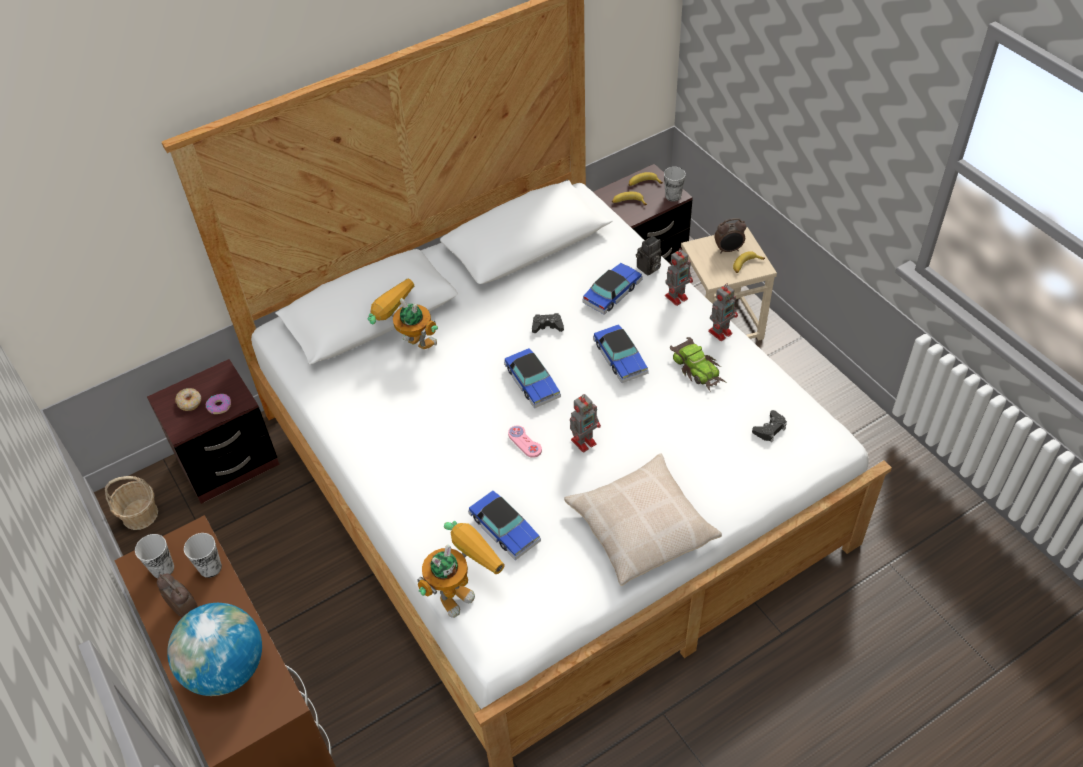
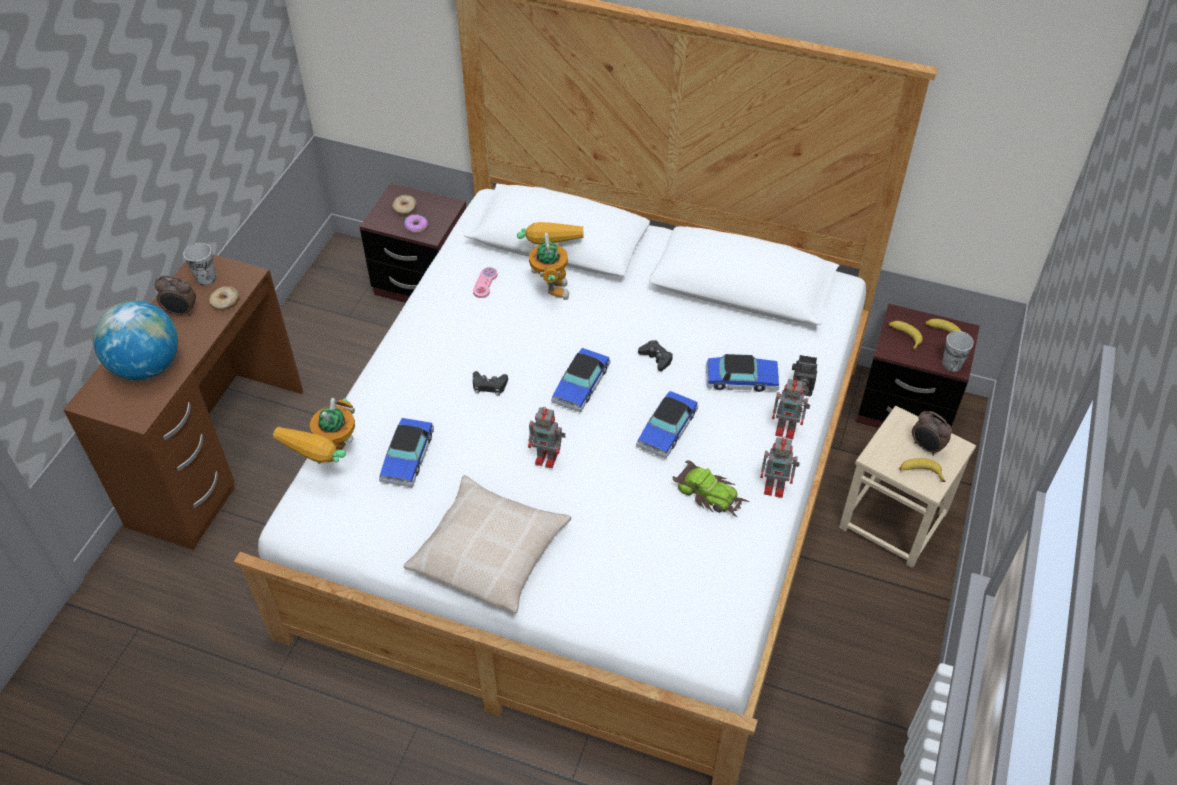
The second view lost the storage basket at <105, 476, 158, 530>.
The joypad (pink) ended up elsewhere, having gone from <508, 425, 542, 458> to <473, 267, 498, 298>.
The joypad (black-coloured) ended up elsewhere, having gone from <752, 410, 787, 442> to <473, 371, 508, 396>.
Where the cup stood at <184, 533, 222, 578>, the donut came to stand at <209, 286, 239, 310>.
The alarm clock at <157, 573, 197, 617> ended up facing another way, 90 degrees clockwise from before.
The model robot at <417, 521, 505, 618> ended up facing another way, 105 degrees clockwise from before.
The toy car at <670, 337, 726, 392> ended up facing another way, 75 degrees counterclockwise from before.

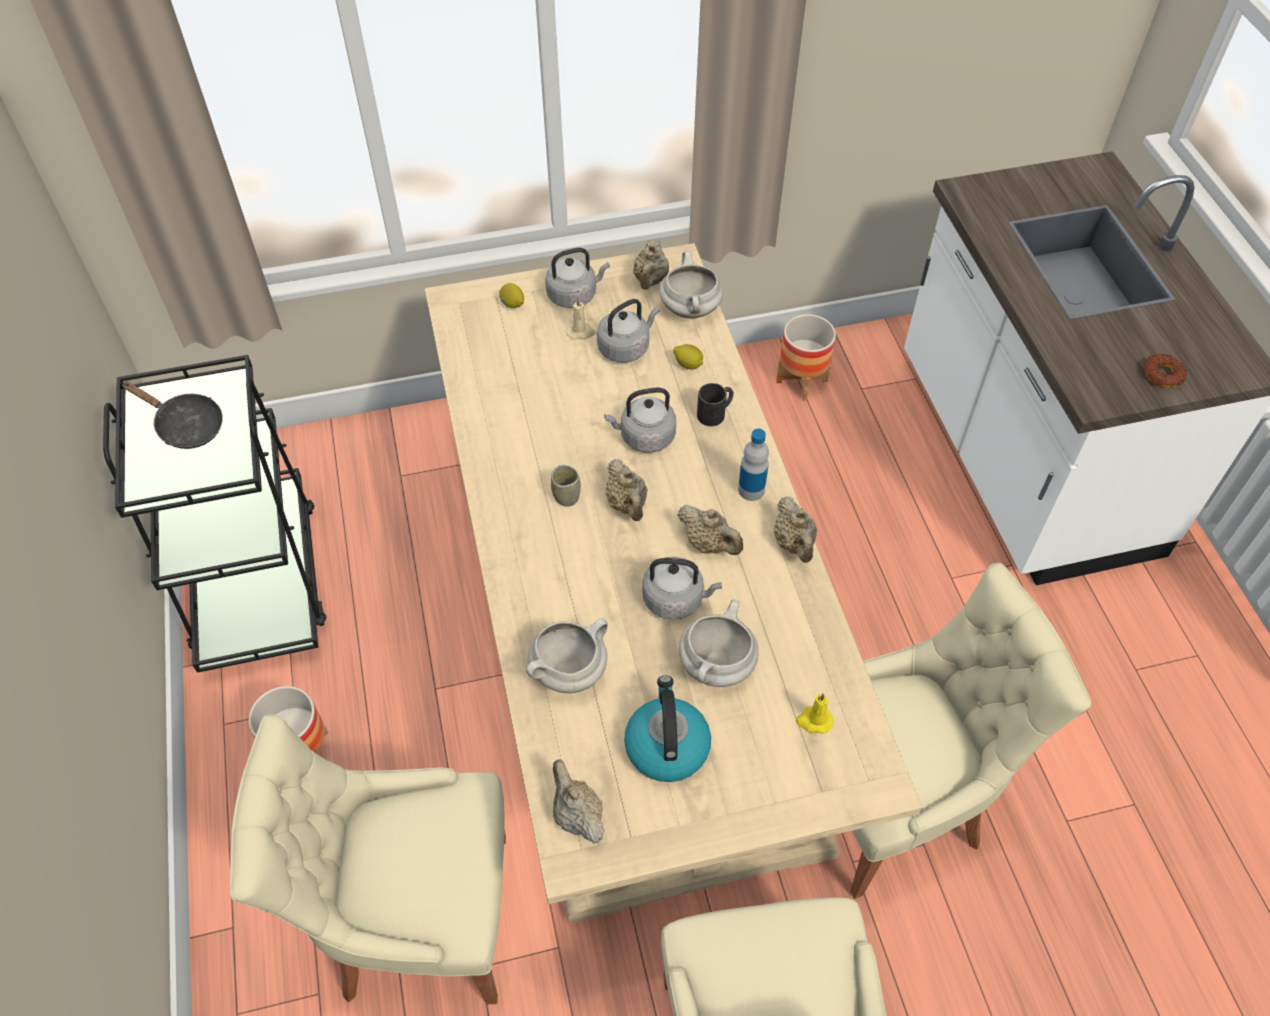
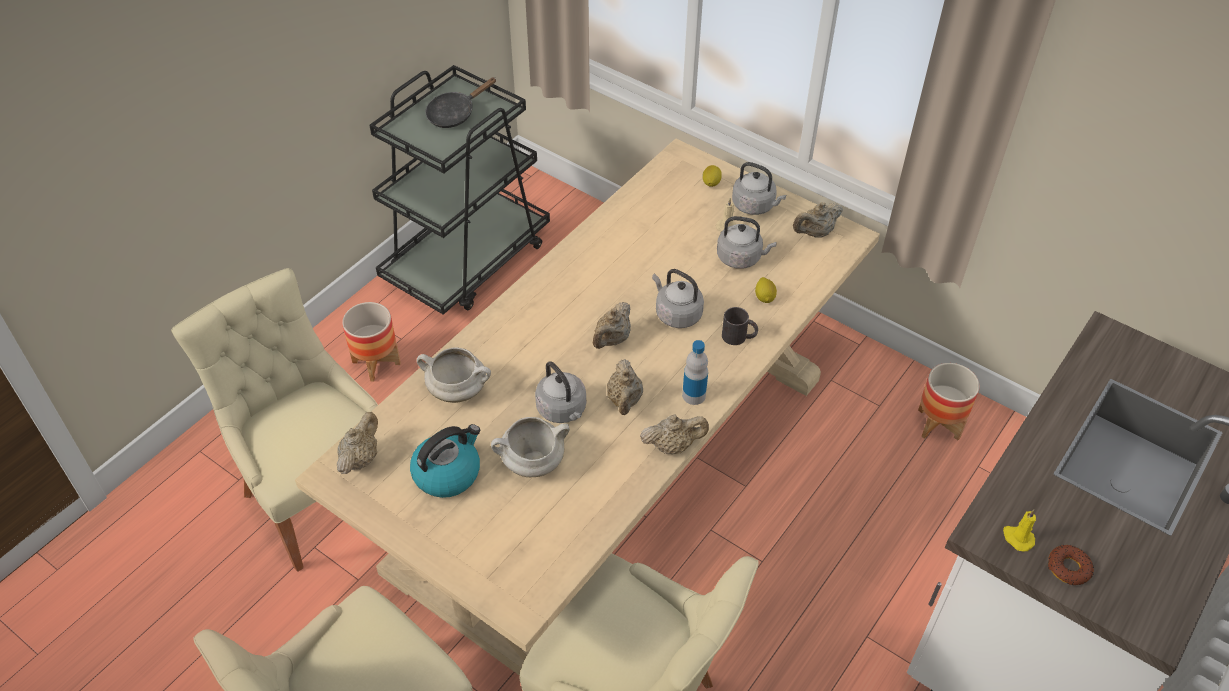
The second view lost the cup at <551, 465, 581, 507>.
The second view lost the saucepot (whitish) at <659, 251, 723, 319>.
The wax light (yellow) ended up elsewhere, having gone from <796, 693, 833, 734> to <1003, 509, 1036, 552>.
The skillet (black-coloured) at <121, 381, 223, 449> ended up facing another way, 60 degrees clockwise from before.
The tea pot (sand-coloured) at <774, 497, 817, 563> ended up facing another way, 135 degrees counterclockwise from before.

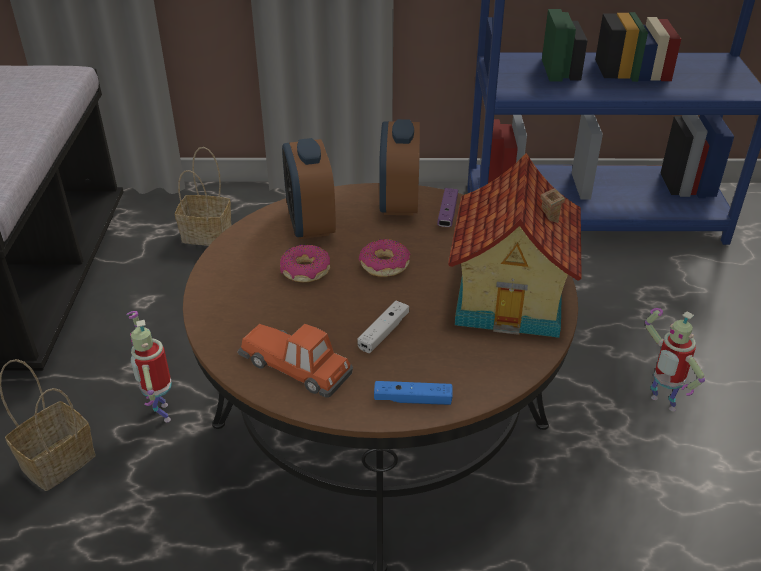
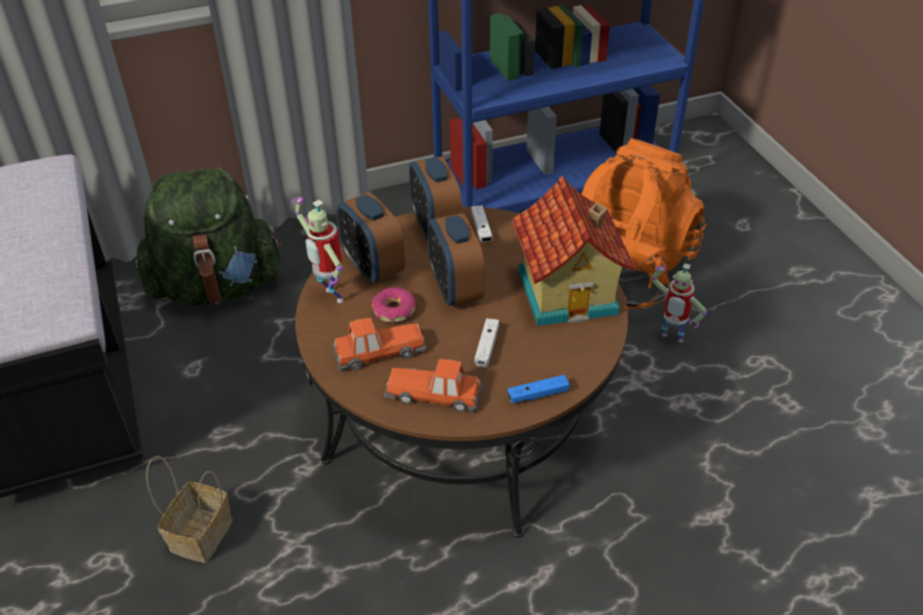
The second view gained the toy car at <332, 318, 427, 371>.
The second view gained the rucksack (orange) at <582, 138, 706, 311>.
The model robot ended up elsewhere, having gone from <126, 311, 172, 422> to <292, 197, 344, 303>.
Where the storage basket stood at <175, 147, 232, 246>, the rucksack (green-coloured) came to stand at <136, 167, 282, 306>.
Where the donut stood at <359, 239, 411, 277>, the alarm clock came to stand at <428, 213, 484, 306>.
What was the joypad (purple-coloured) at <437, 188, 458, 227> turned into the joypad (whitish) at <471, 205, 493, 242>.

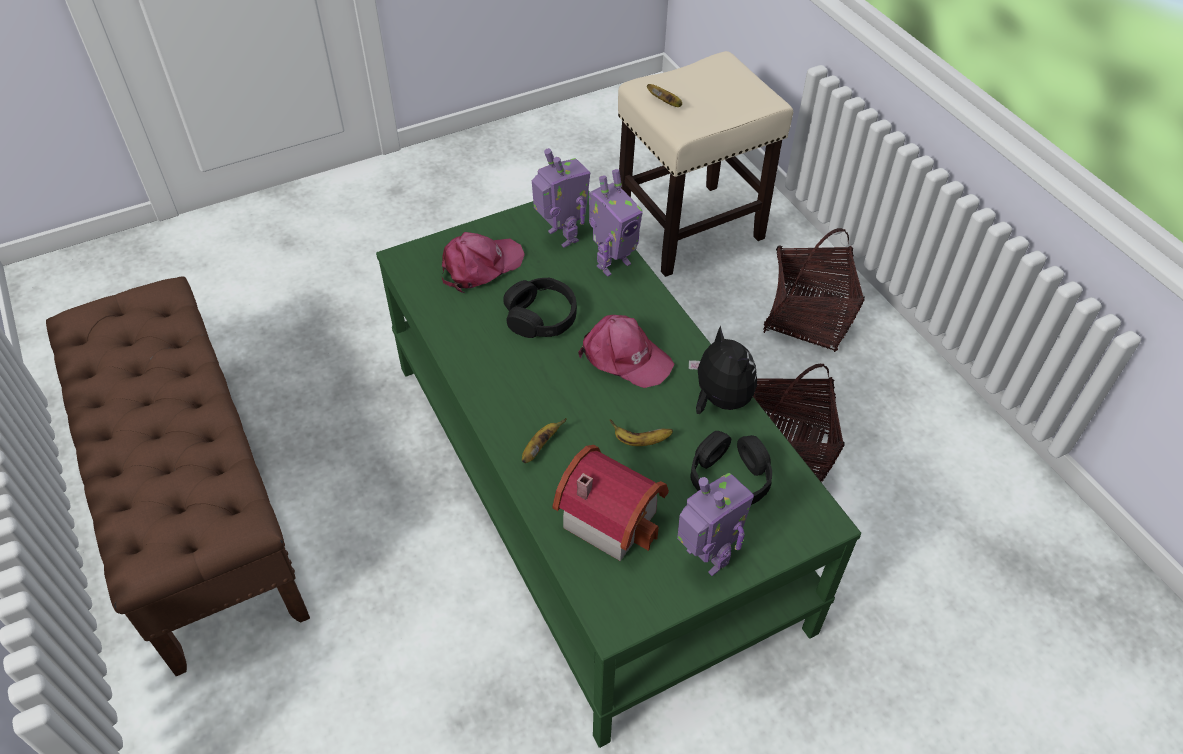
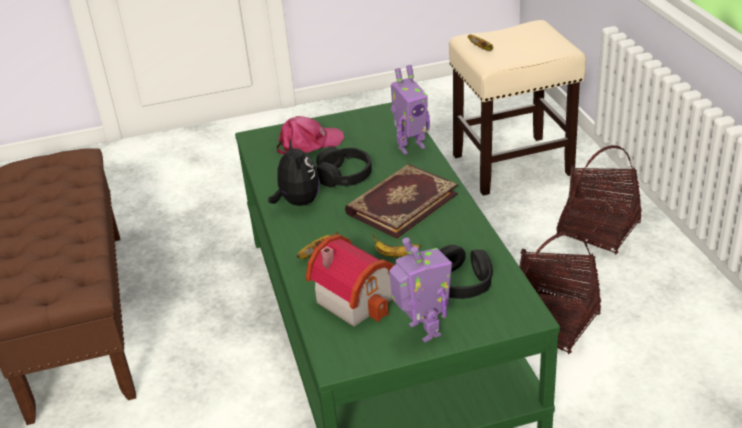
The second view lost the model robot at <532, 148, 590, 248>.
The plush toy ended up elsewhere, having gone from <689, 325, 757, 414> to <268, 139, 320, 206>.
Where the peaked cap (pink) stood at <578, 315, 674, 388>, the book came to stand at <345, 164, 458, 239>.

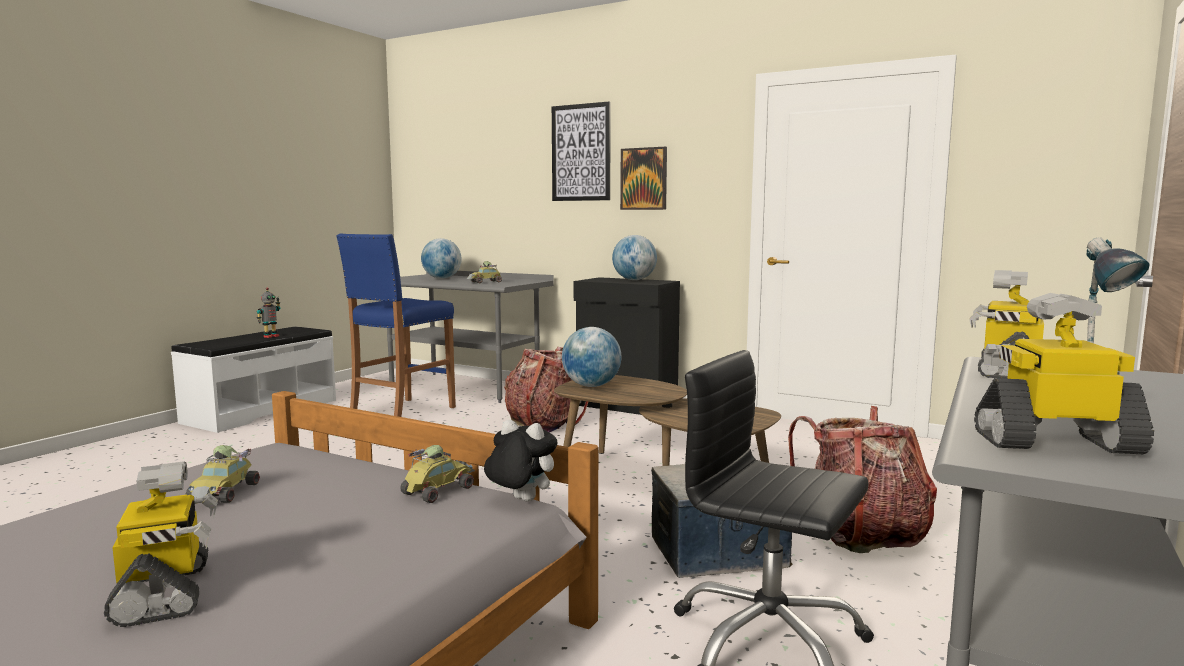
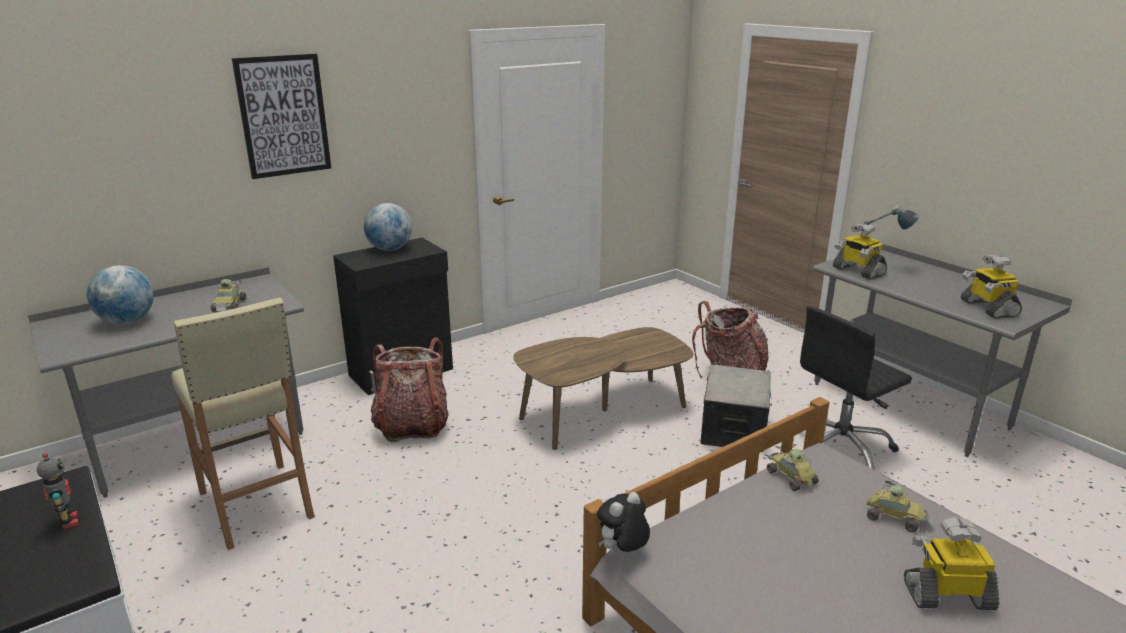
The second view lost the globe at <562, 327, 621, 387>.
The second view lost the wall art at <620, 147, 667, 210>.
The toy car ended up elsewhere, having gone from <186, 445, 260, 503> to <866, 480, 934, 532>.
The plush toy ended up elsewhere, having gone from <484, 420, 557, 502> to <597, 492, 650, 553>.
What was the sitting stool (blue) at <336, 234, 456, 417> turned into the sitting stool (sand-coloured) at <171, 297, 314, 550>.
The model robot at <974, 293, 1154, 454> ended up facing another way, 45 degrees counterclockwise from before.

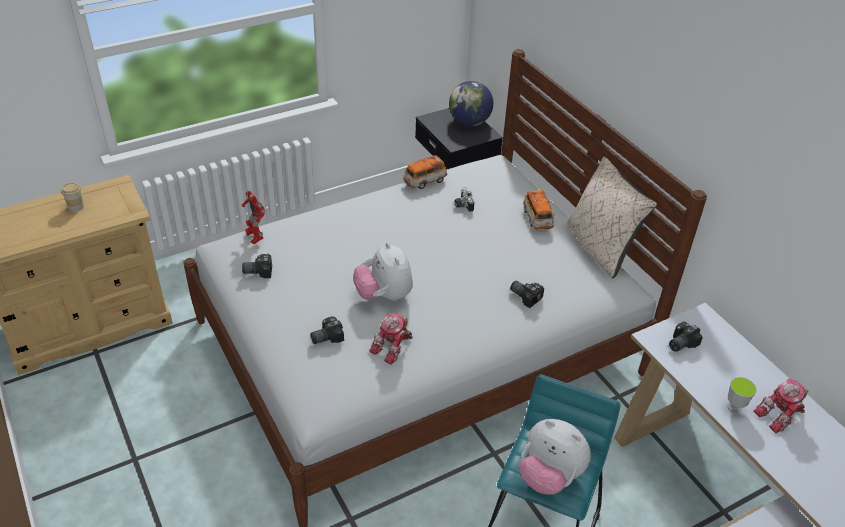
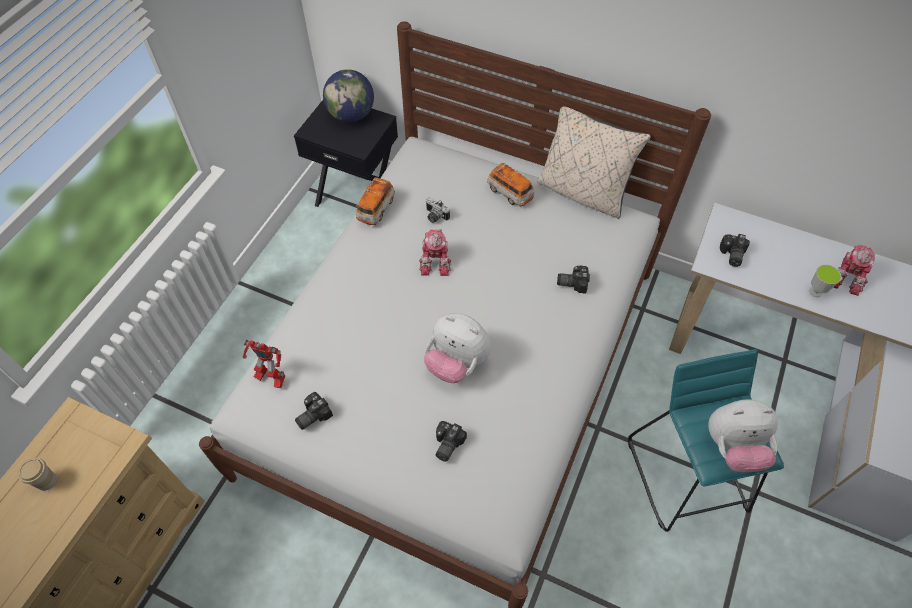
The model robot ended up elsewhere, having gone from <369, 313, 413, 365> to <419, 229, 451, 276>.

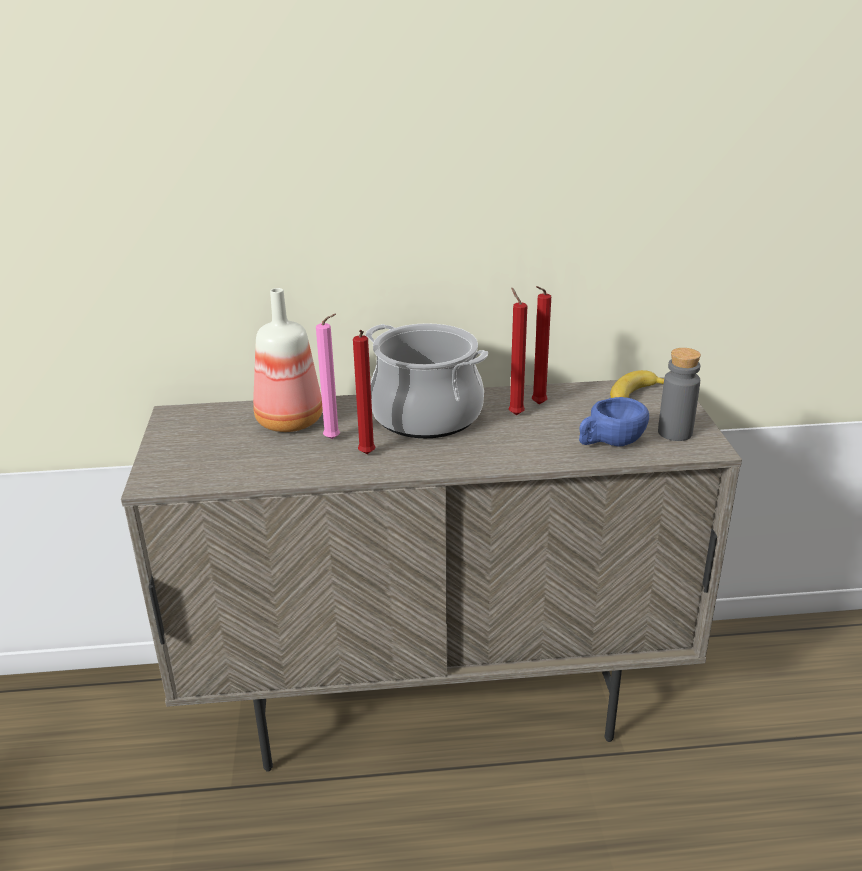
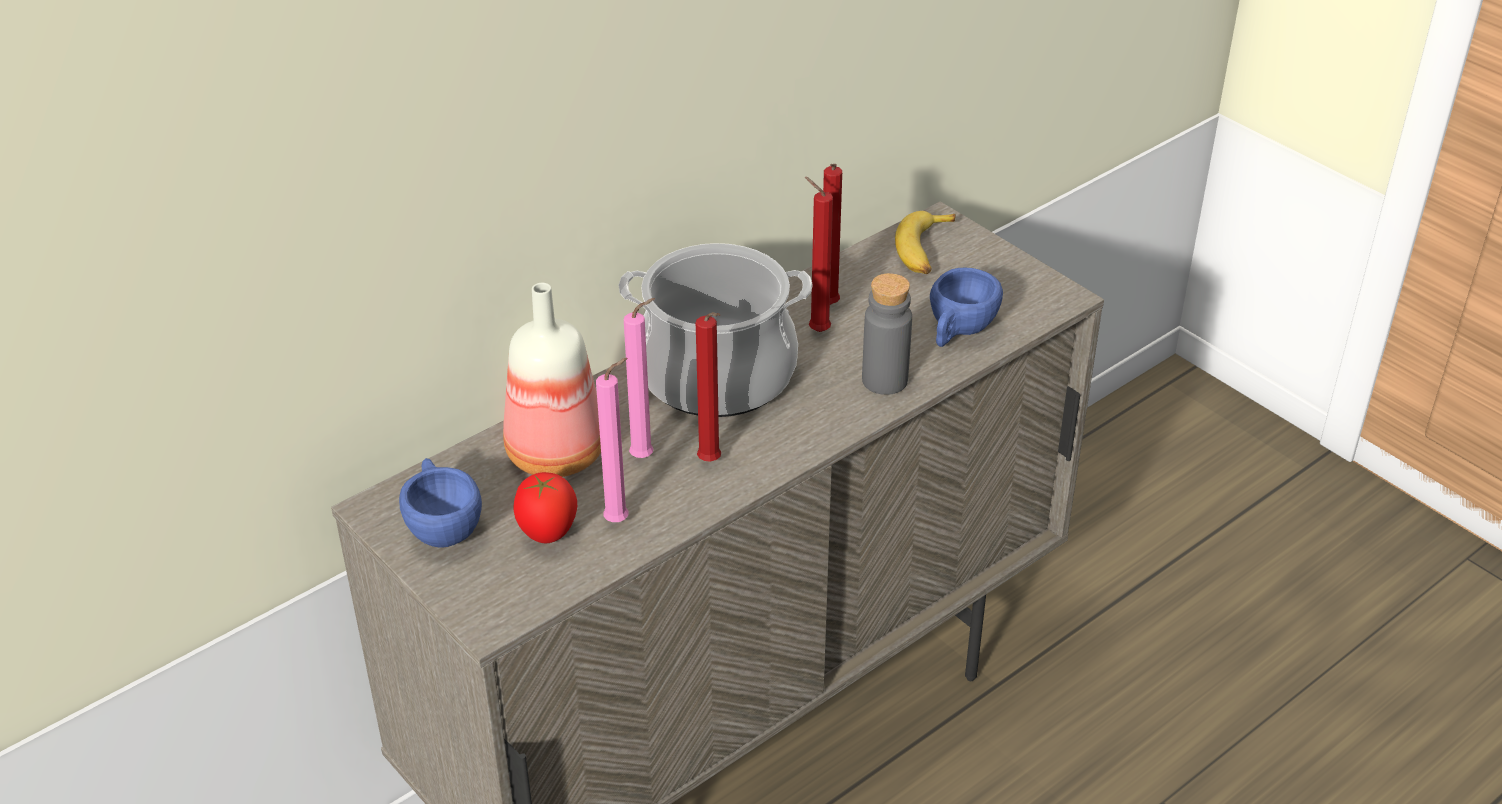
The second view gained the cup (blue) at <399, 458, 482, 548>.
The second view gained the fresh tomato at <513, 472, 577, 543>.
The second view gained the wax light (pink) at <596, 358, 628, 522>.
The drink bottle (greyish) ended up elsewhere, having gone from <658, 348, 701, 441> to <862, 273, 912, 395>.

